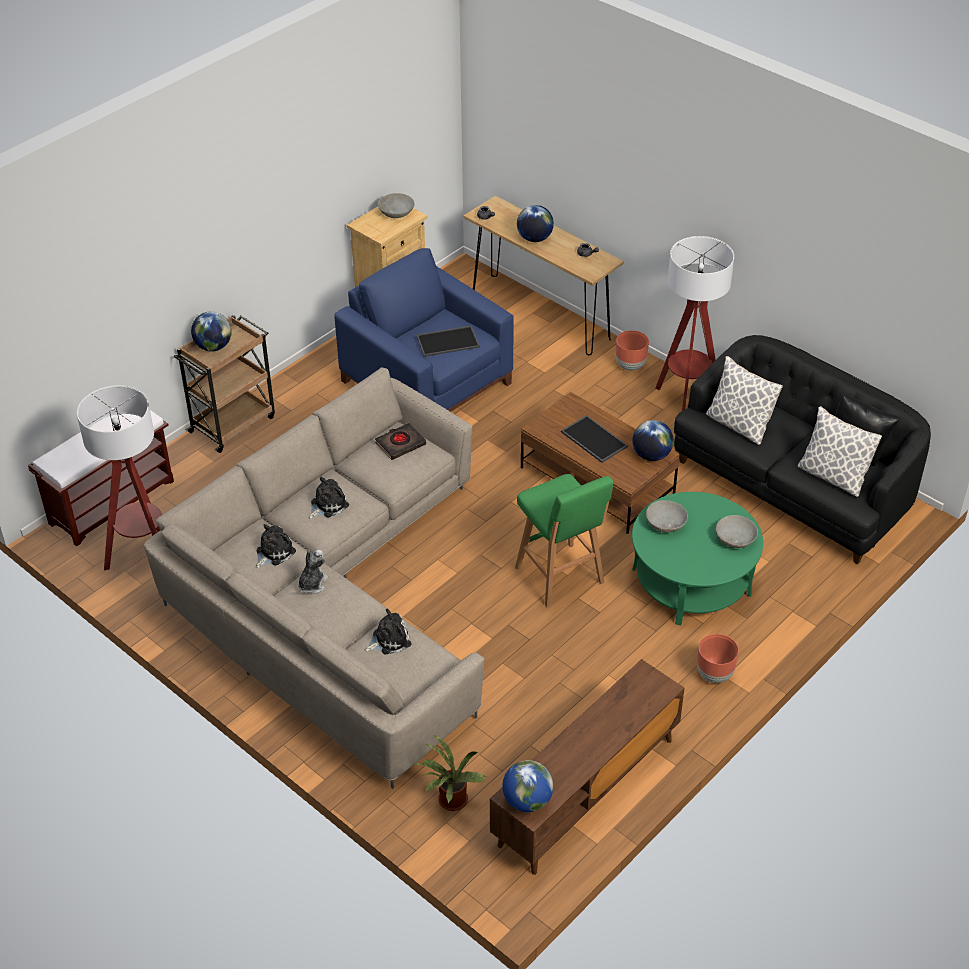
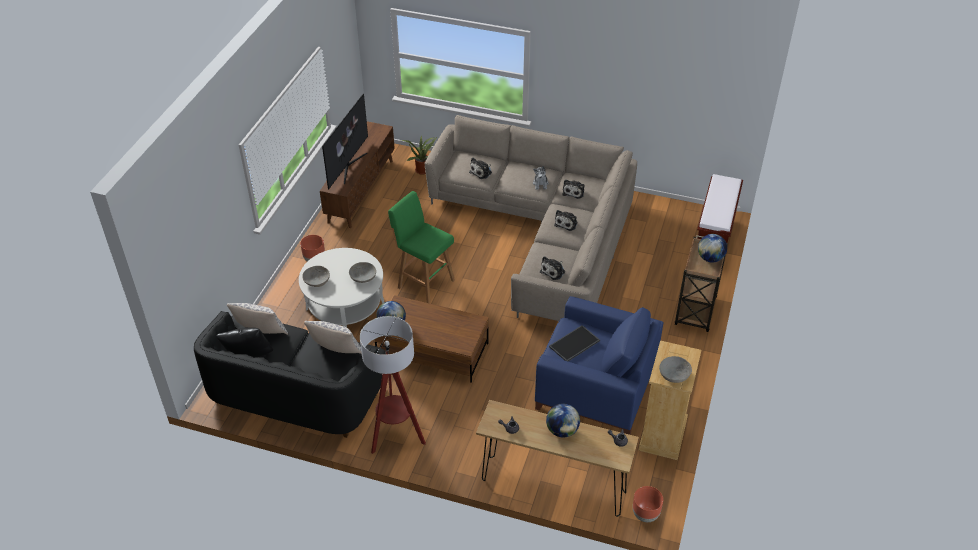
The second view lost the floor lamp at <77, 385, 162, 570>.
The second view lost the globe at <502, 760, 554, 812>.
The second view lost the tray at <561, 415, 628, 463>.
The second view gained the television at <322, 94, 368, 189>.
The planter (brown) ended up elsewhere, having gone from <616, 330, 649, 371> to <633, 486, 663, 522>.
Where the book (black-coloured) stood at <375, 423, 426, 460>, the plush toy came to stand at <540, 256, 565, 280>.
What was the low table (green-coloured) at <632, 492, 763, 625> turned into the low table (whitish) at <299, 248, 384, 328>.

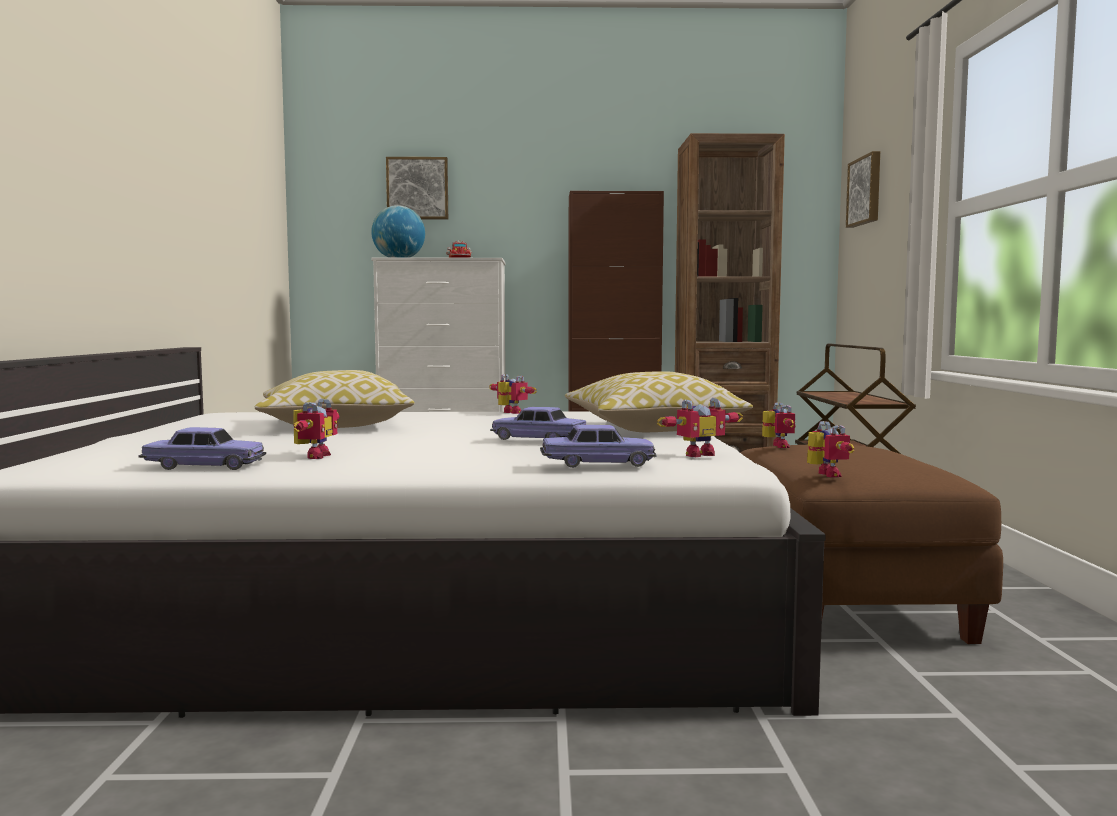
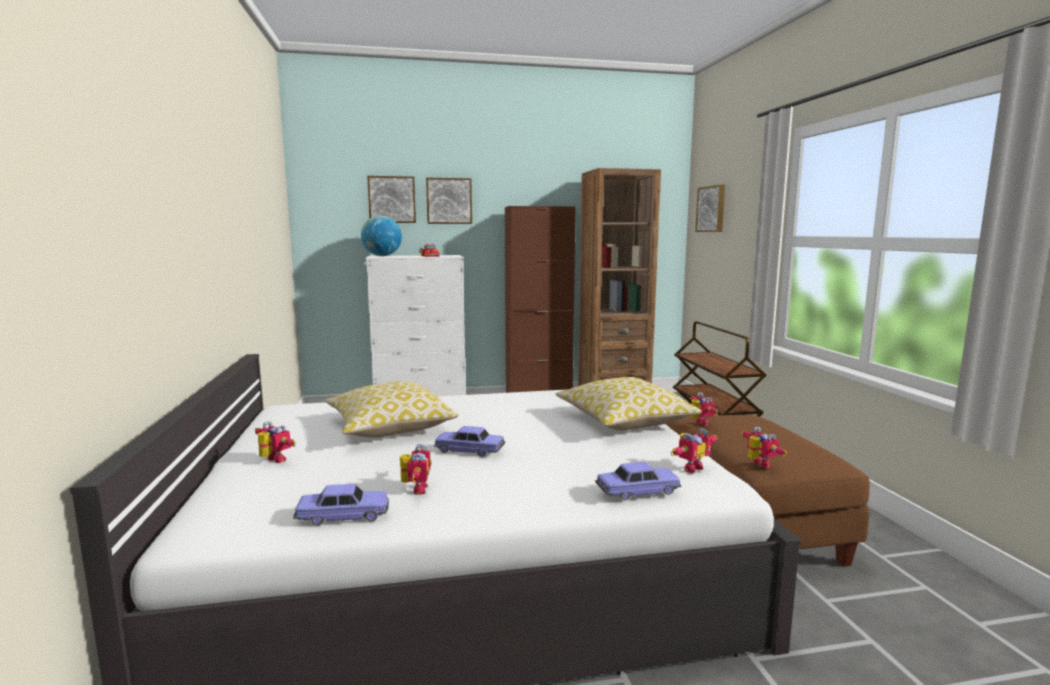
The second view gained the wall art at <426, 178, 472, 224>.
The model robot ended up elsewhere, having gone from <489, 374, 537, 414> to <255, 421, 296, 463>.
The toy car ended up elsewhere, having gone from <490, 407, 586, 440> to <434, 426, 506, 457>.

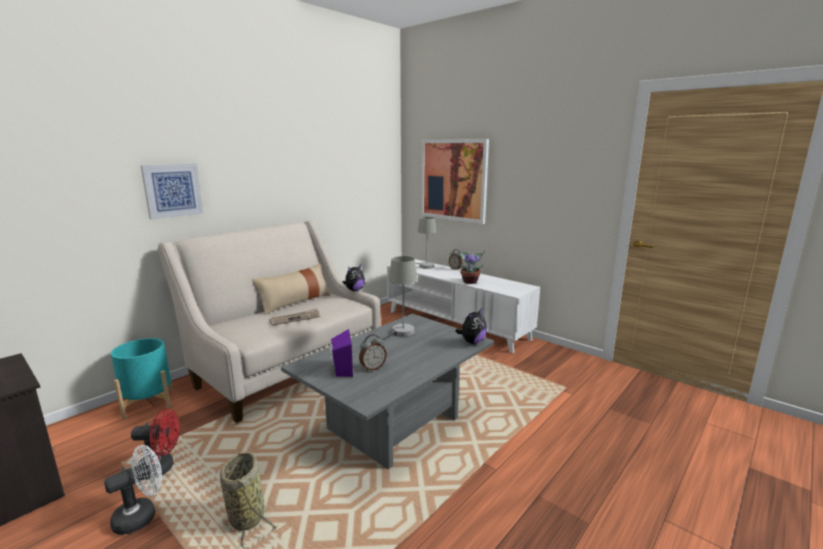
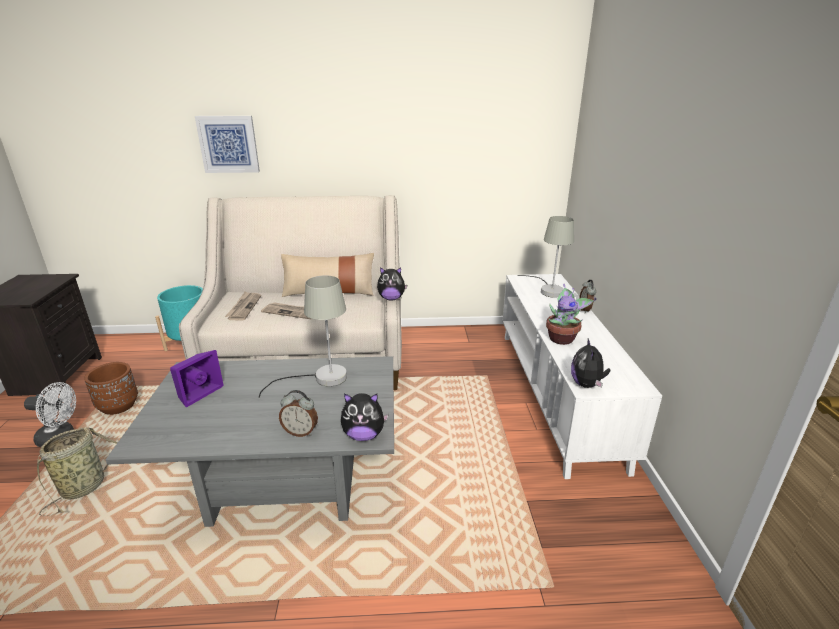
The second view lost the wall art at <421, 139, 489, 224>.
The second view gained the printed paper at <225, 292, 261, 320>.
The second view gained the plush toy at <571, 339, 611, 388>.
The alarm clock ended up elsewhere, having gone from <359, 334, 387, 371> to <279, 390, 318, 437>.
Where the electric fan (red) stood at <131, 409, 180, 480>, the planter (brown) came to stand at <84, 362, 138, 415>.

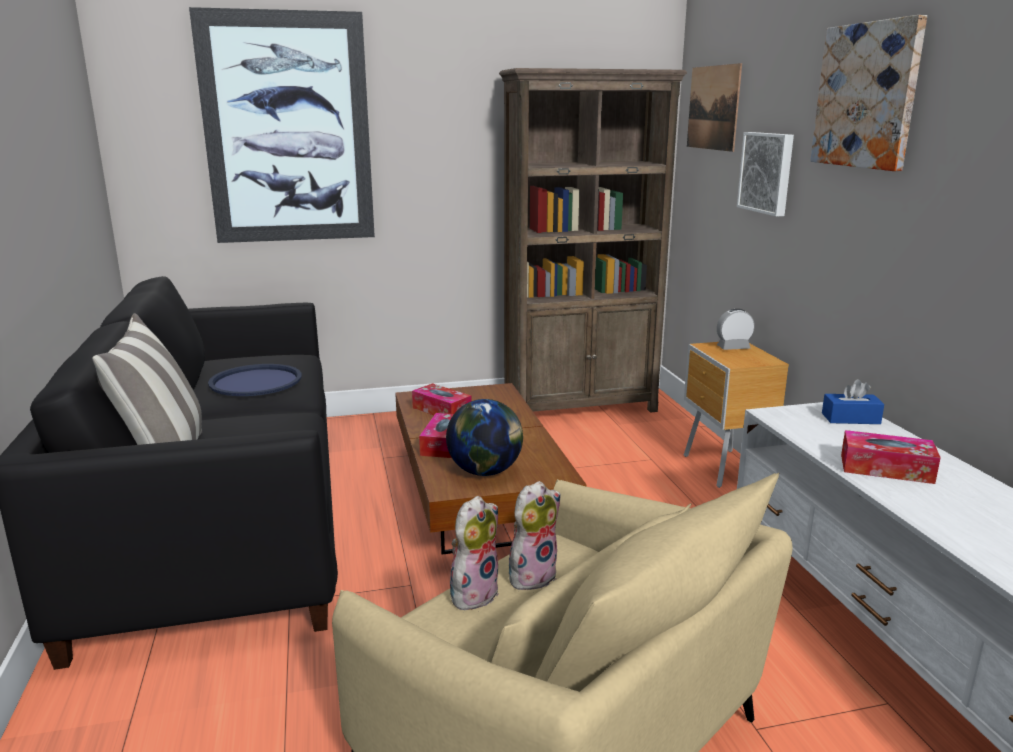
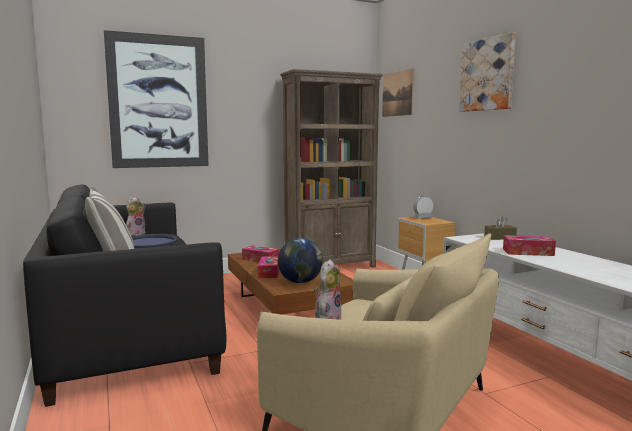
The second view lost the wall art at <737, 132, 794, 217>.
The plush toy ended up elsewhere, having gone from <509, 481, 561, 590> to <126, 197, 146, 236>.
What was the tissue holder (blue) at <822, 379, 884, 424> turned into the tissue holder (brown) at <484, 216, 517, 240>.

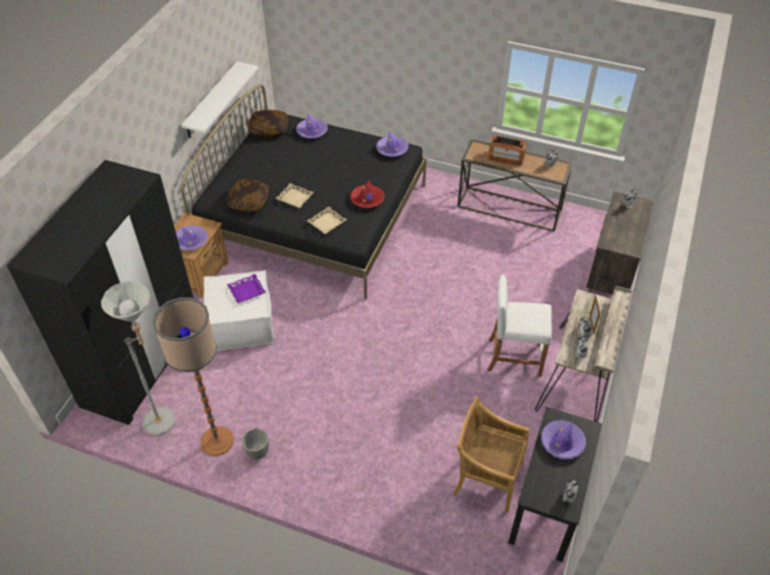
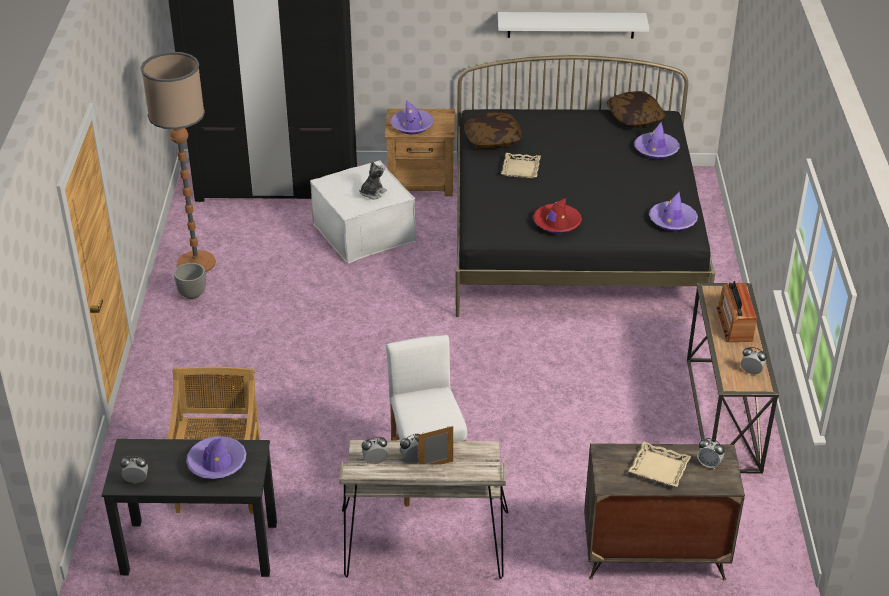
The second view lost the floor lamp (greyish) at <101, 281, 176, 436>.
The tray (sand-coloured) ended up elsewhere, having gone from <307, 206, 347, 234> to <628, 441, 691, 487>.
Where the tray (purple-coloured) stood at <227, 274, 266, 303>, the plush toy came to stand at <359, 161, 387, 199>.

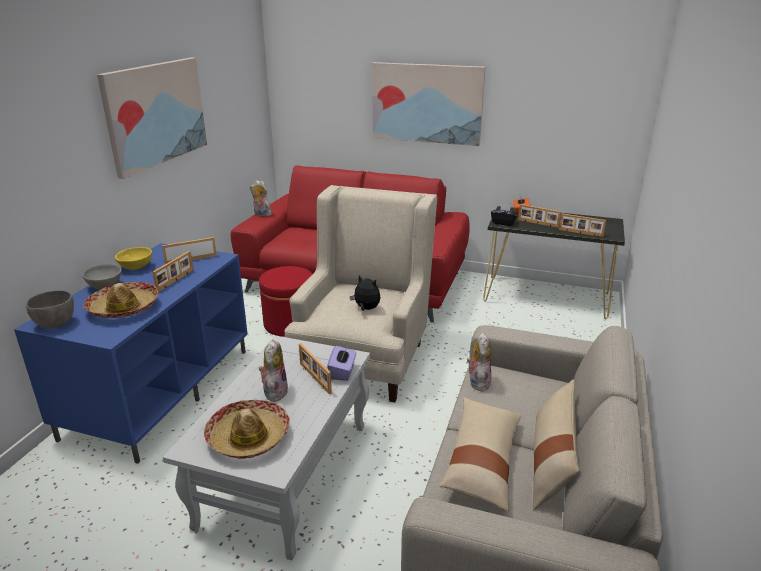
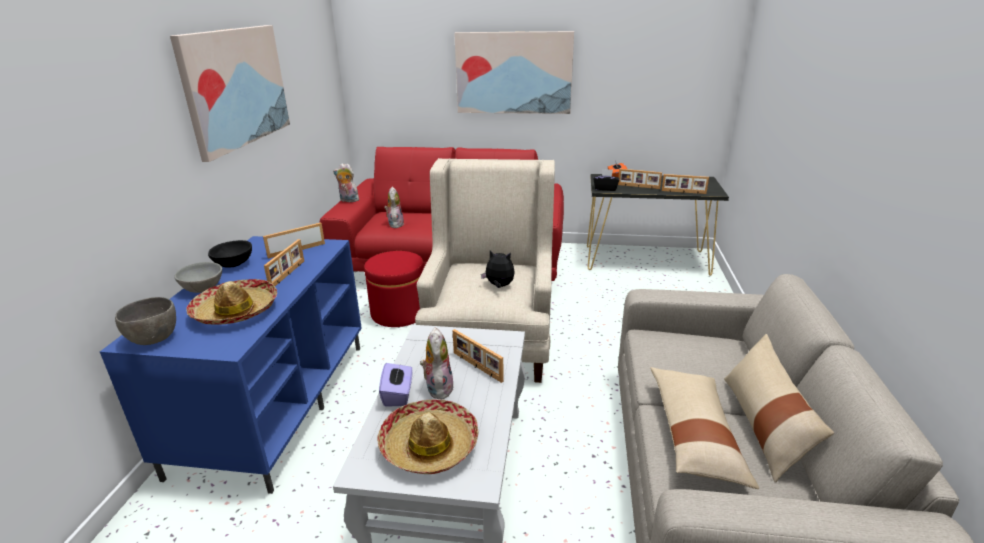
The tissue holder (purple-coloured) ended up elsewhere, having gone from <327, 345, 356, 381> to <379, 363, 413, 407>.
The plush toy ended up elsewhere, having gone from <467, 333, 492, 392> to <384, 187, 404, 228>.
What was the bowl (yellow) at <115, 247, 152, 270> turned into the bowl (black-coloured) at <208, 240, 252, 268>.

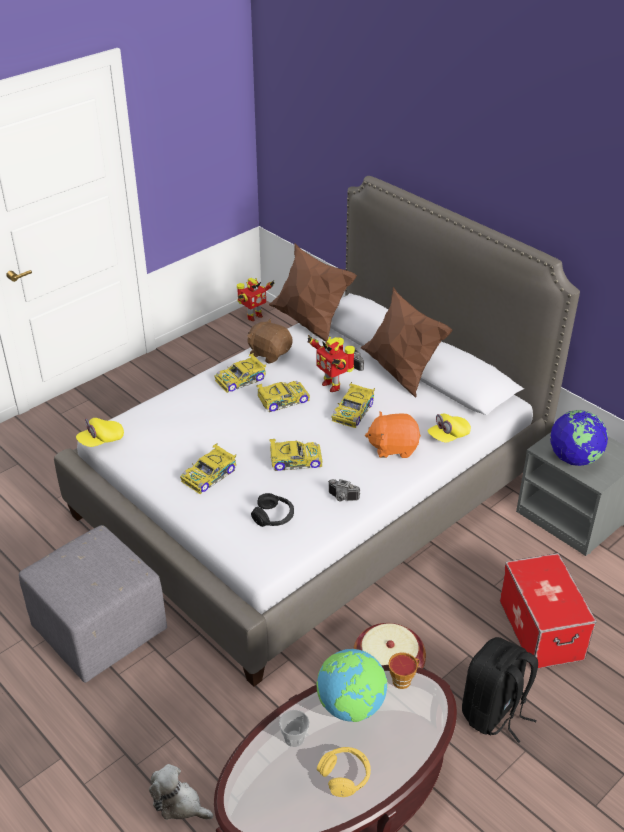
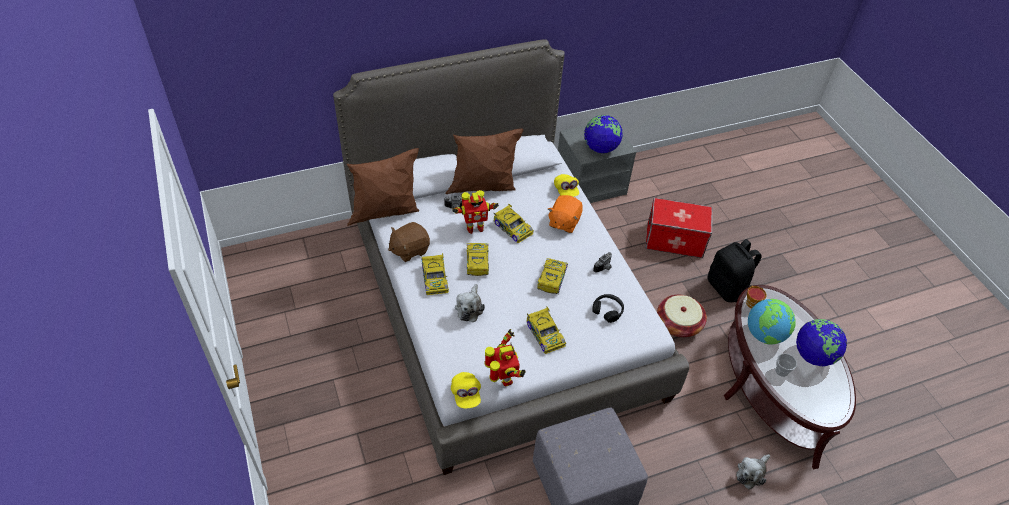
The second view gained the plush toy at <455, 284, 485, 322>.
The model robot ended up elsewhere, having gone from <237, 278, 275, 321> to <484, 329, 526, 386>.
Where the headset (yellow) stood at <317, 747, 371, 797>, the globe came to stand at <796, 319, 847, 366>.

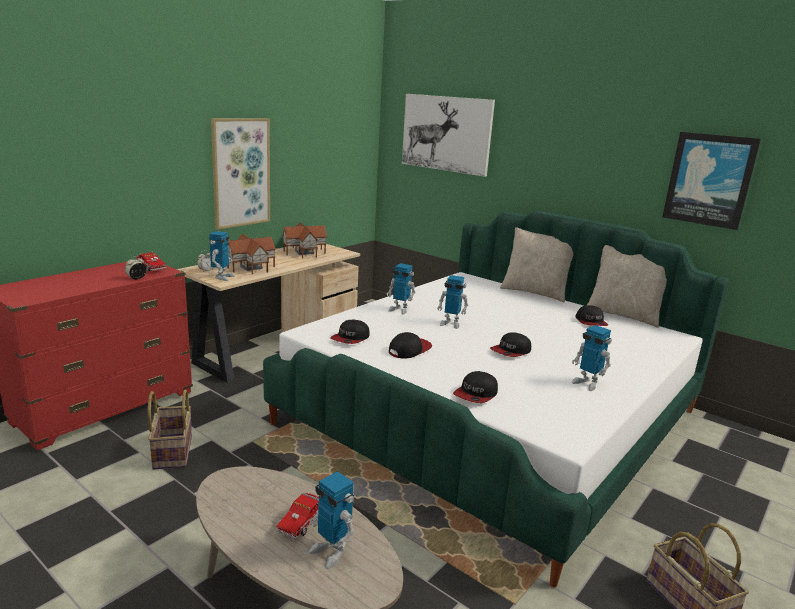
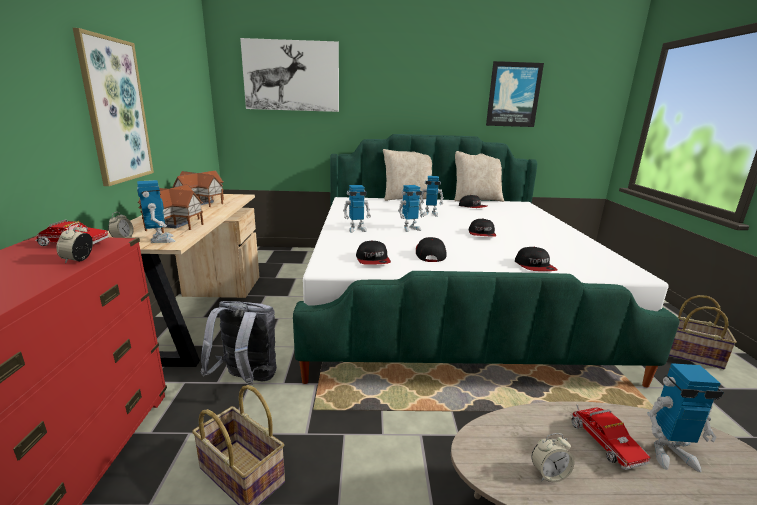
The second view gained the rucksack (greyish) at <201, 301, 277, 386>.
The second view gained the alarm clock at <531, 433, 574, 482>.
The model robot ended up elsewhere, having gone from <572, 325, 612, 391> to <420, 176, 444, 217>.

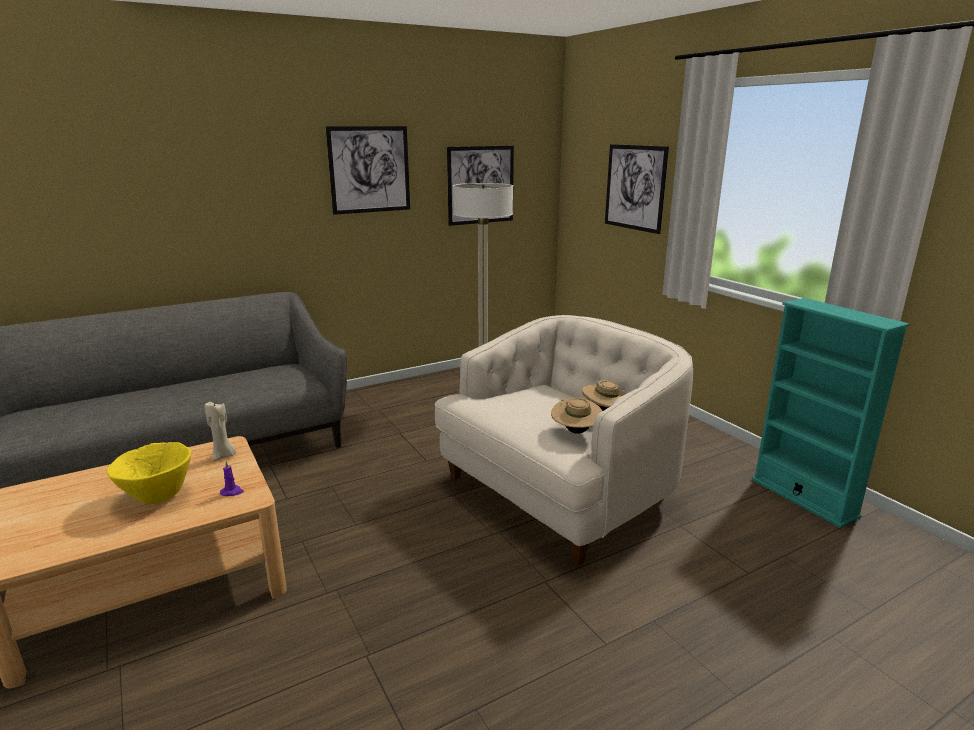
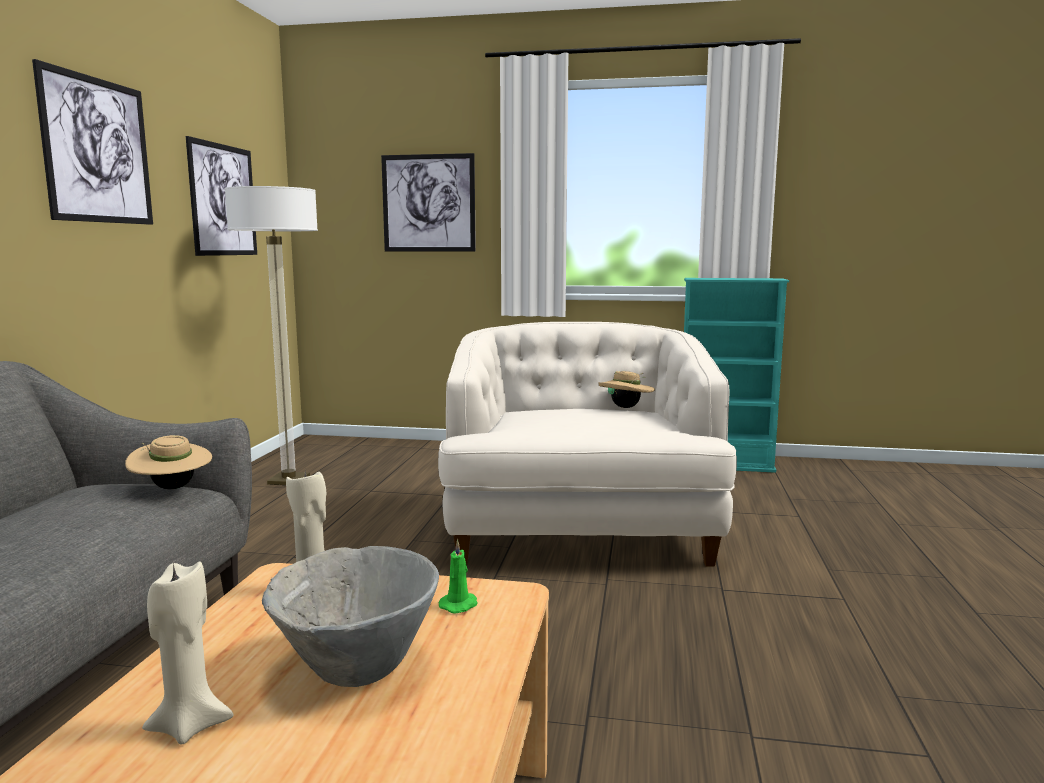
The second view gained the wax light (sand-coloured) at <142, 561, 234, 744>.
The wearable hat (sand-coloured) ended up elsewhere, having gone from <551, 397, 602, 434> to <125, 435, 212, 489>.
What was the bowl (yellow) at <106, 442, 191, 504> turned into the bowl (greyish) at <262, 546, 439, 687>.
What was the wax light (purple-coloured) at <220, 461, 244, 496> turned into the wax light (green-coloured) at <439, 539, 478, 614>.

